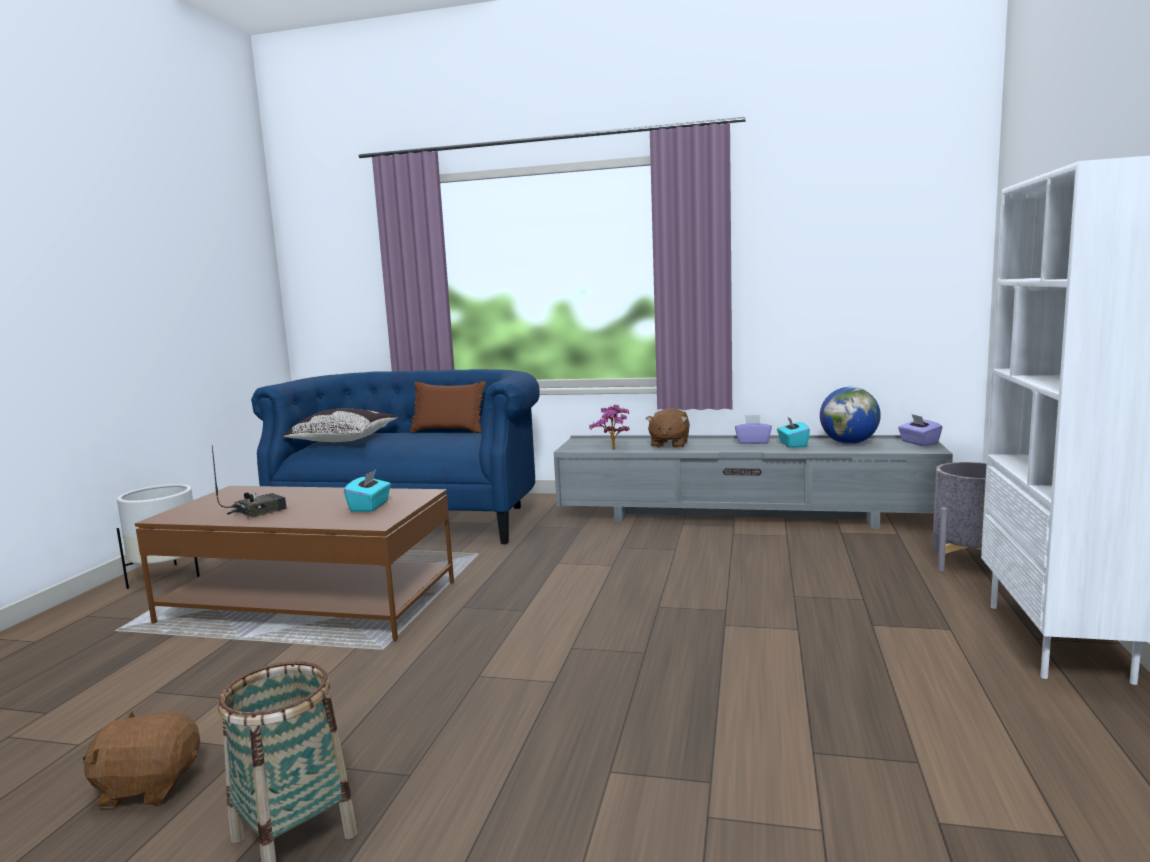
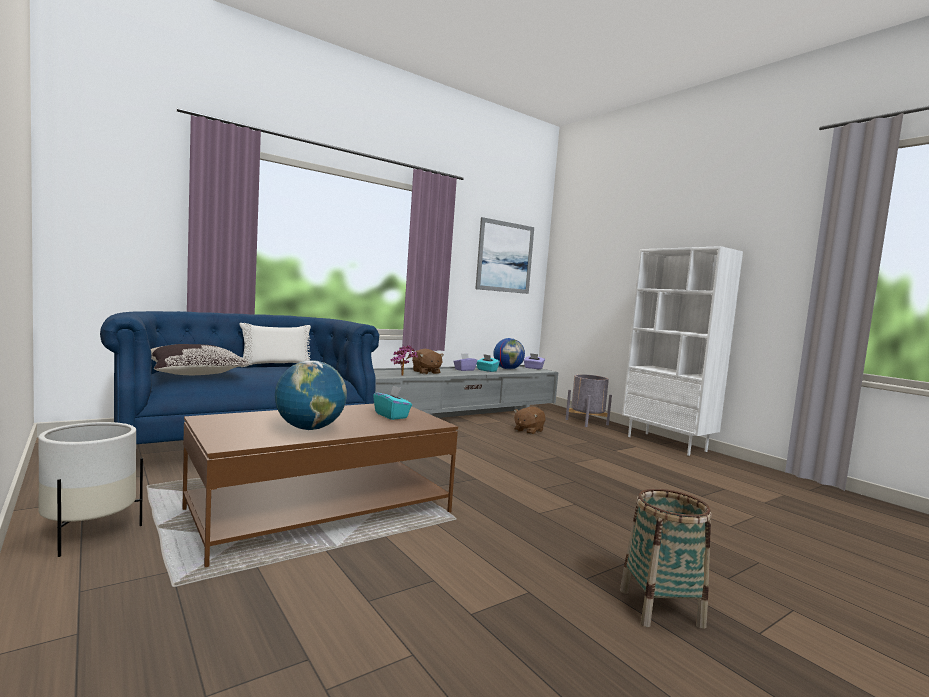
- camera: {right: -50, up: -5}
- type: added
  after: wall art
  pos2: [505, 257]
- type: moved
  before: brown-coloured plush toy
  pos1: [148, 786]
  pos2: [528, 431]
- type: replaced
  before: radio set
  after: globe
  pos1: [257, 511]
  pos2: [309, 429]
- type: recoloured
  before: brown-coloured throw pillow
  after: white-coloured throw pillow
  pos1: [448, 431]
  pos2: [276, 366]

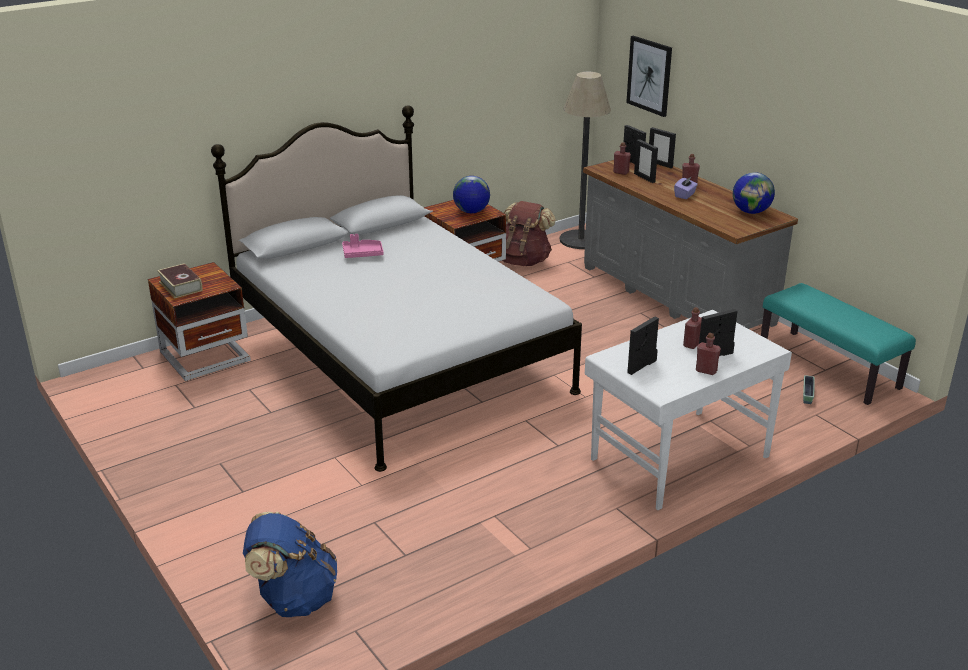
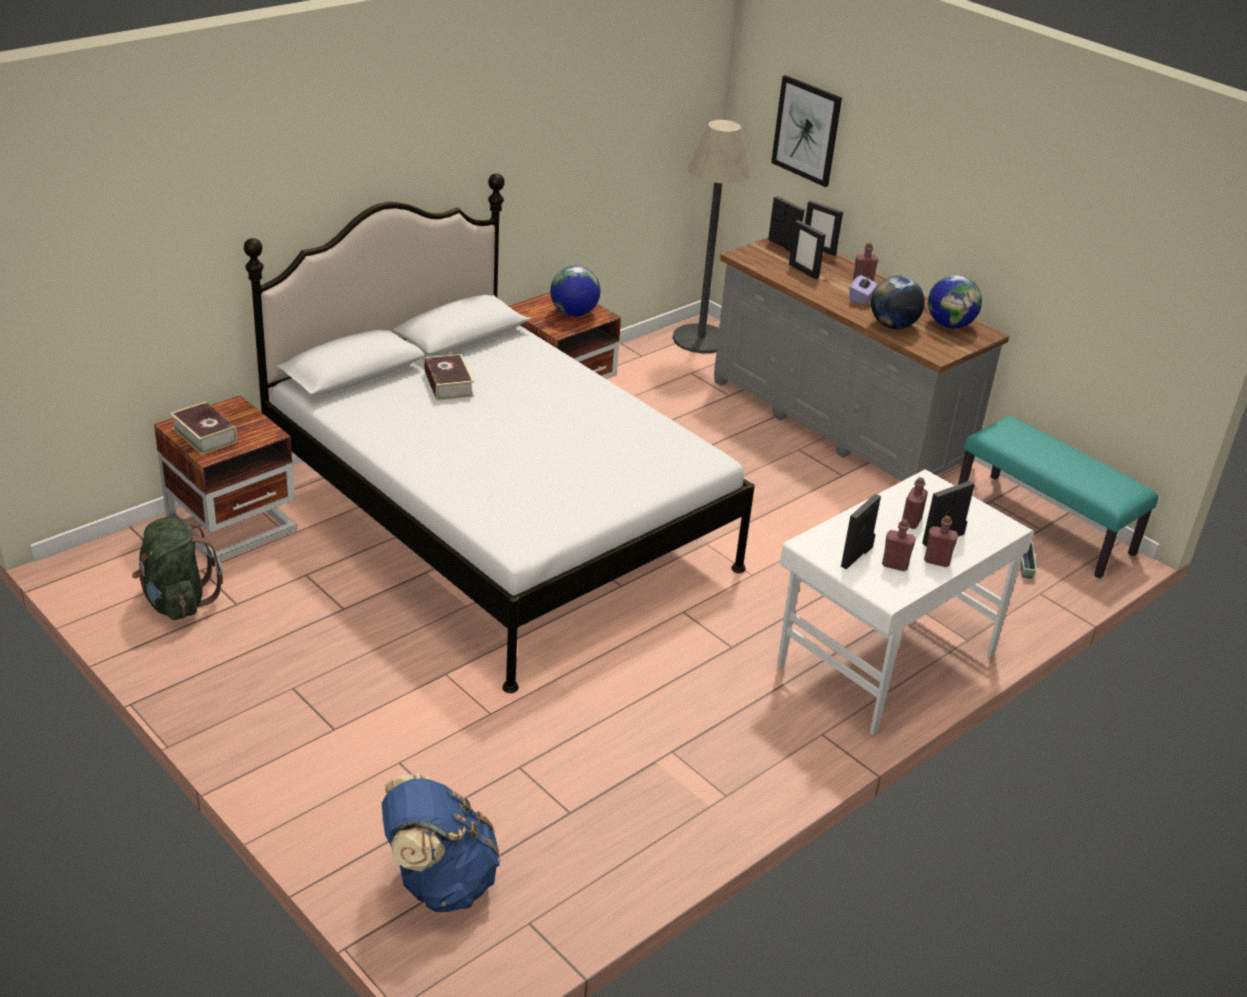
- camera: {right: -10, up: 5}
- type: removed
  before: brown-coloured knapsack
  pos1: [523, 261]
- type: added
  after: greenish knapsack
  pos2: [177, 601]
- type: added
  after: globe
  pos2: [893, 326]
- type: moved
  before: red drink bottle
  pos1: [621, 172]
  pos2: [895, 565]
- type: replaced
  before: pink carrying tray
  after: volume
  pos1: [362, 254]
  pos2: [448, 384]

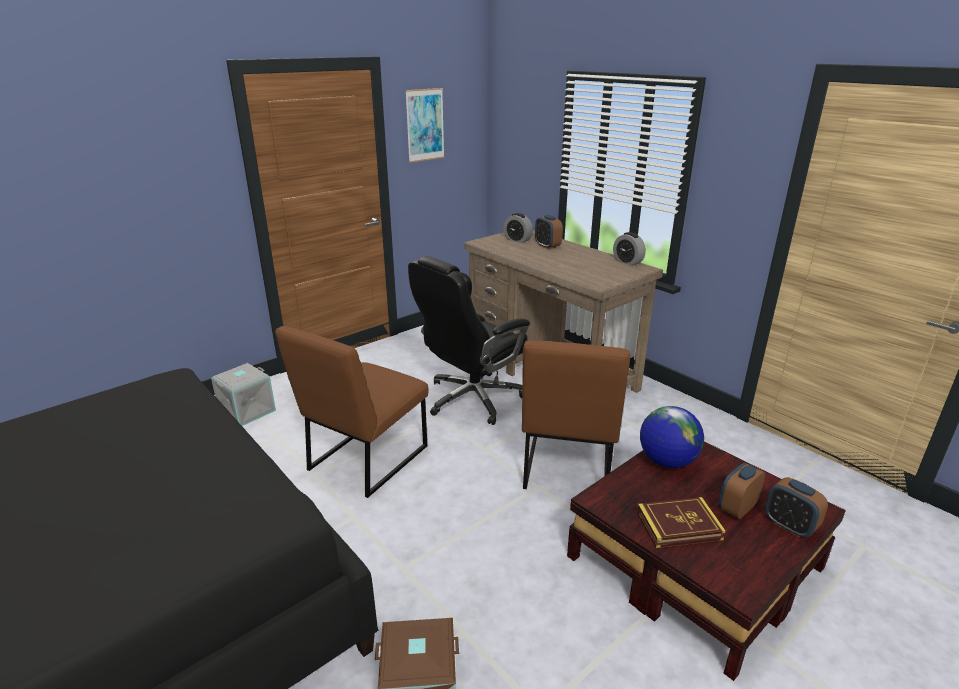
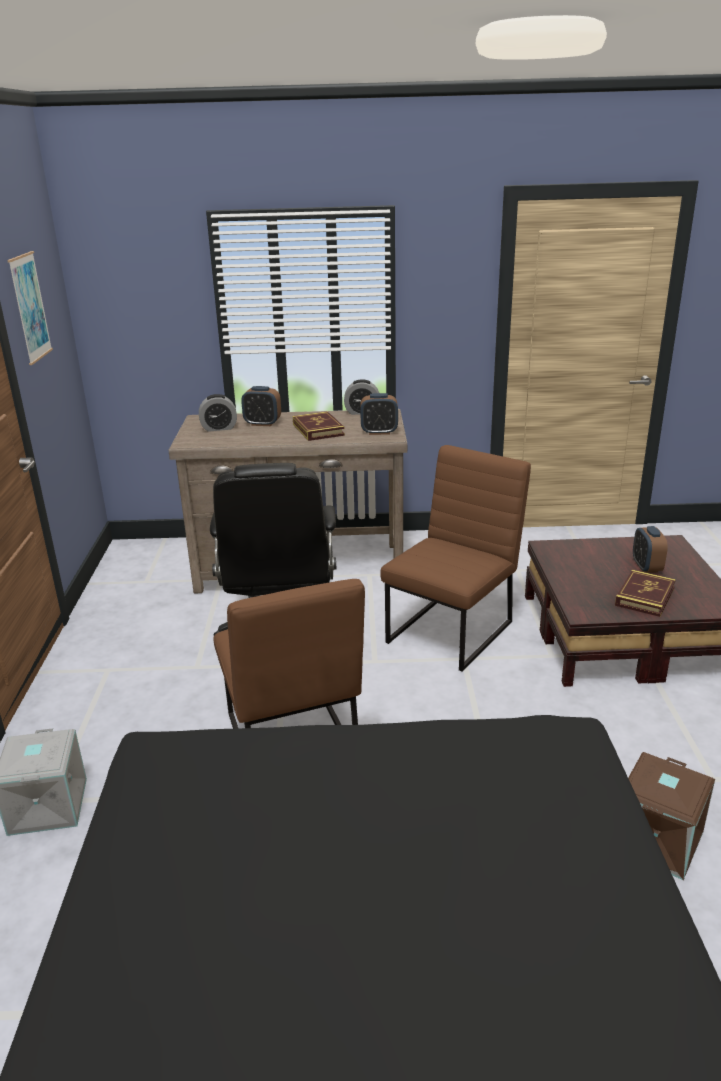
- camera: {right: -50, up: 0}
- type: removed
  before: globe
  pos1: [666, 461]
- type: added
  after: volume
  pos2: [318, 430]
- type: moved
  before: bedside clock
  pos1: [789, 526]
  pos2: [379, 432]
- type: turned
  before: brown-coloured plain chair
  pos1: [567, 465]
  pos2: [453, 630]
  turn: -105

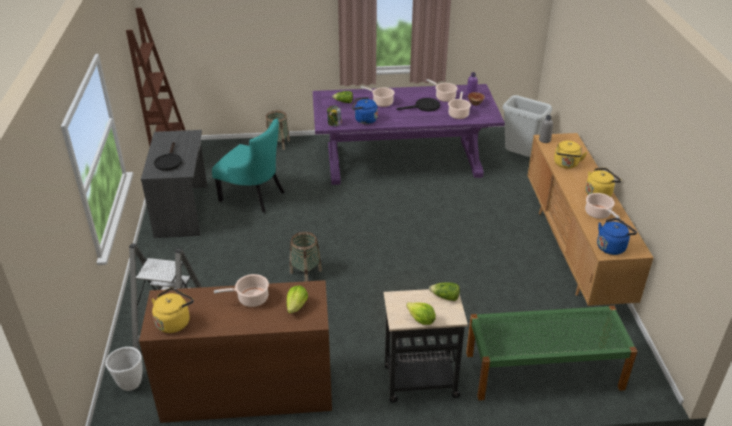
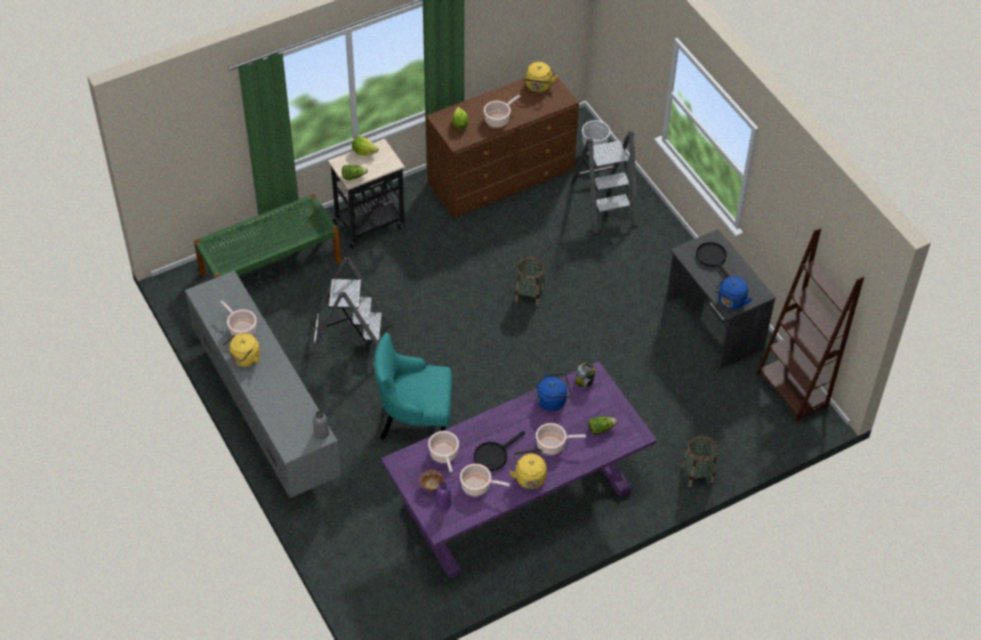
- camera: {right: 155, up: 15}
- type: removed
  before: greyish trash can
  pos1: [520, 157]
- type: added
  after: greyish step ladder
  pos2: [348, 340]
- type: moved
  before: turquoise plain chair
  pos1: [252, 196]
  pos2: [416, 420]
- type: moved
  before: yellow-coloured water kettle
  pos1: [566, 164]
  pos2: [529, 476]
- type: moved
  before: blue water kettle
  pos1: [612, 247]
  pos2: [731, 302]
- type: recoloured
  before: brown-coloured storage cabinet
  after: greyish storage cabinet
  pos1: [574, 251]
  pos2: [265, 414]

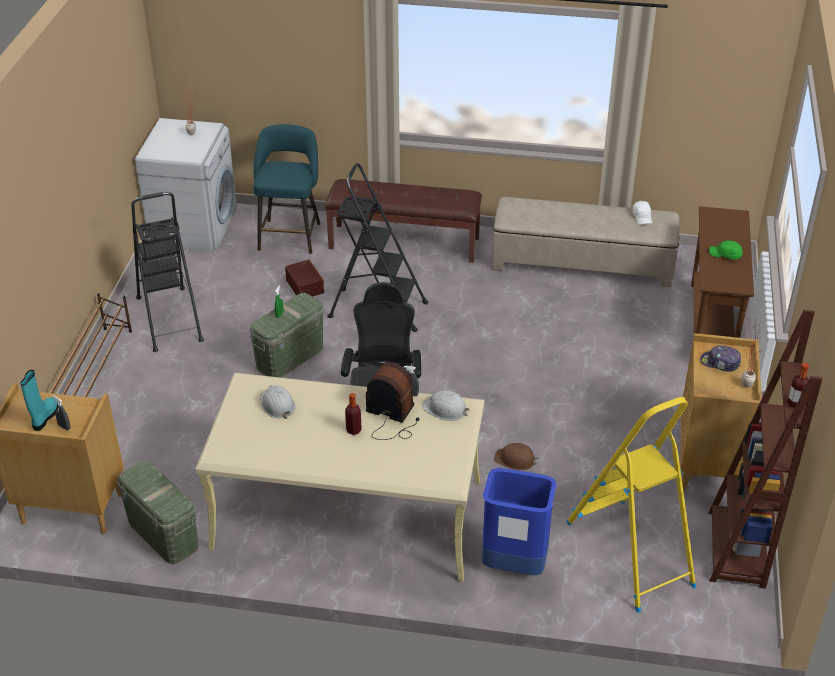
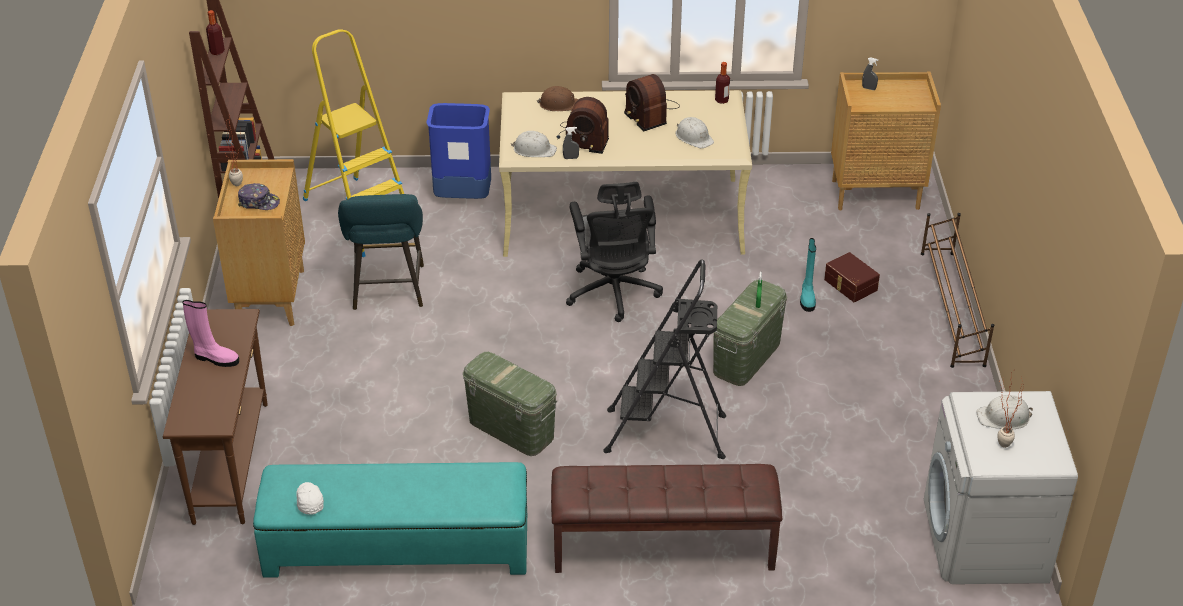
- camera: {right: 170, up: 0}
- type: removed
  before: step ladder
  pos1: [169, 319]
- type: added
  after: radio set
  pos2: [650, 113]
- type: added
  after: white-coloured work helmet
  pos2: [1004, 417]
- type: moved
  before: turquoise tall boot
  pos1: [44, 417]
  pos2: [807, 298]
- type: moved
  before: greenish storage box
  pos1: [163, 534]
  pos2: [510, 429]
- type: moved
  before: turquoise sitting stool
  pos1: [290, 234]
  pos2: [388, 291]
- type: moved
  before: brown-coloured storage box
  pos1: [306, 286]
  pos2: [849, 285]
- type: moved
  before: drink bottle
  pos1: [353, 430]
  pos2: [721, 100]
- type: moved
  before: brown-coloured work helmet
  pos1: [515, 460]
  pos2: [559, 104]
- type: replaced
  before: greenish baseball cap
  after: pink tall boot
  pos1: [725, 255]
  pos2: [215, 359]
- type: recoloured
  before: sand-coloured bench
  after: turquoise bench
  pos1: [583, 262]
  pos2: [396, 546]

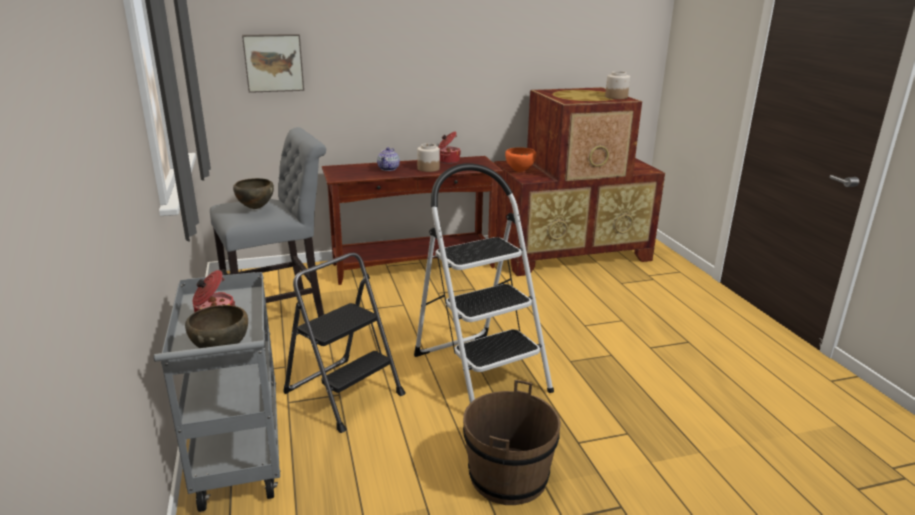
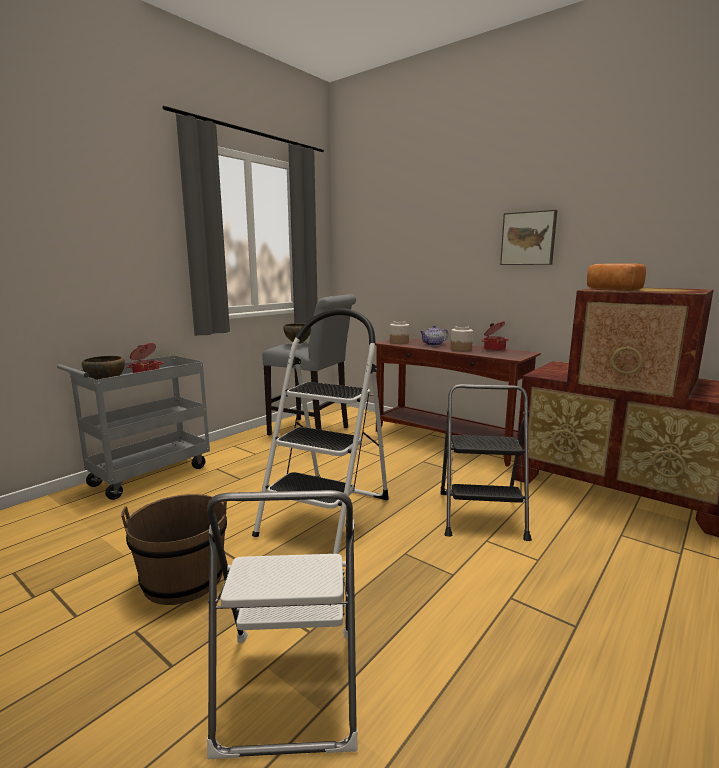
- camera: {right: 55, up: -10}
- type: removed
  before: orangey bowl
  pos1: [519, 171]
- type: added
  after: white-coloured step ladder
  pos2: [288, 692]
- type: added
  after: baked bread
  pos2: [611, 289]
- type: moved
  before: wall art
  pos1: [273, 62]
  pos2: [528, 238]
- type: moved
  before: blackish step ladder
  pos1: [341, 391]
  pos2: [481, 512]
- type: moved
  before: preserve jar
  pos1: [616, 97]
  pos2: [398, 342]

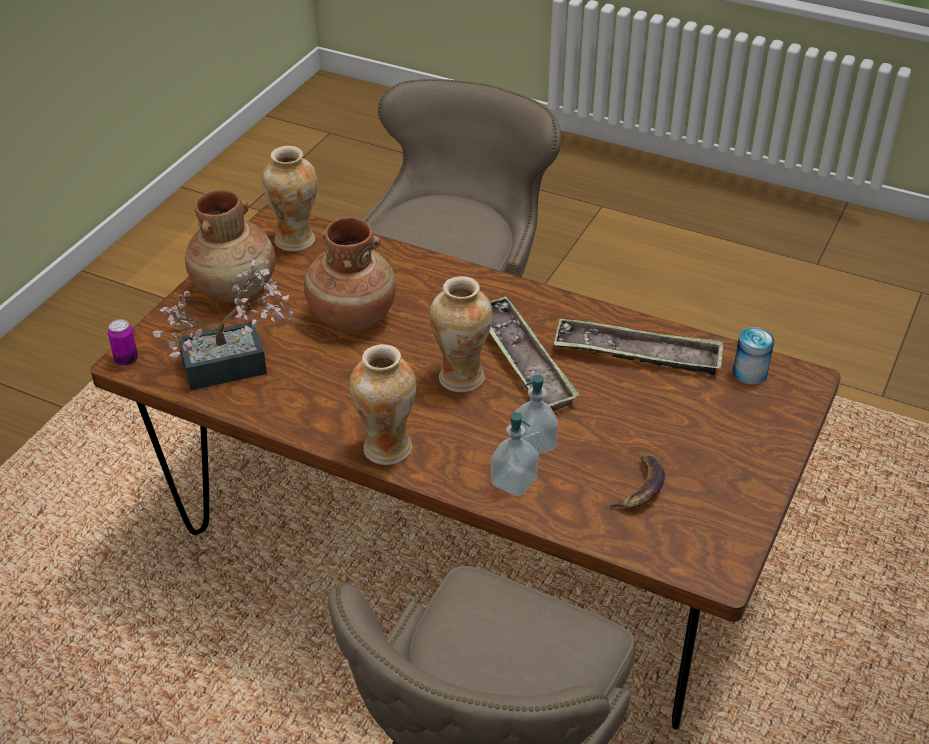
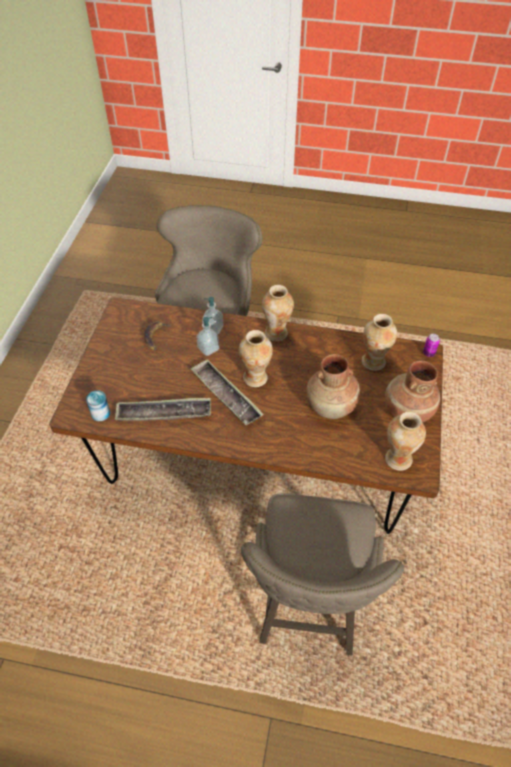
- camera: {right: 165, up: 10}
- type: replaced
  before: potted plant
  after: vase
  pos1: [235, 364]
  pos2: [373, 362]

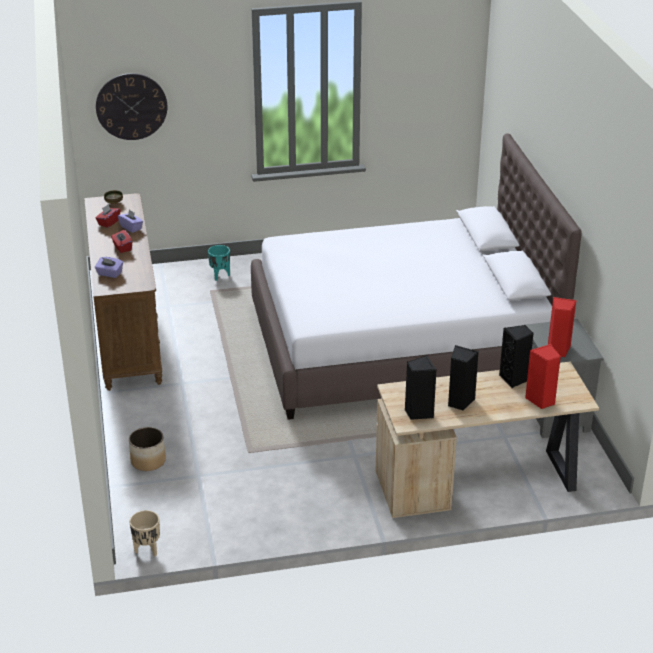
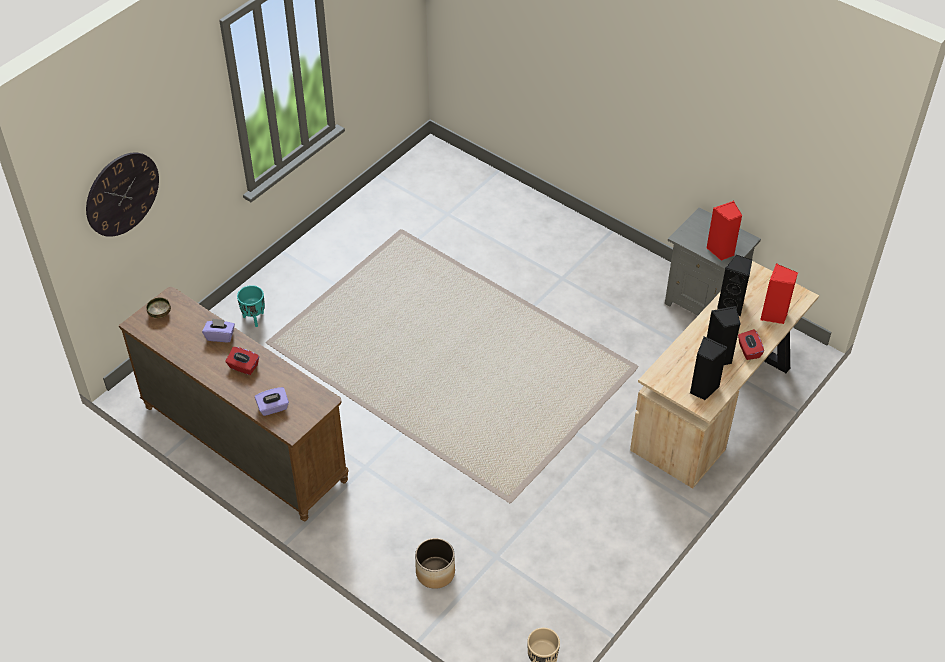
- camera: {right: -40, up: 15}
- type: removed
  before: white-coloured bed
  pos1: [401, 345]
- type: moved
  before: red tissue box
  pos1: [108, 222]
  pos2: [748, 351]

